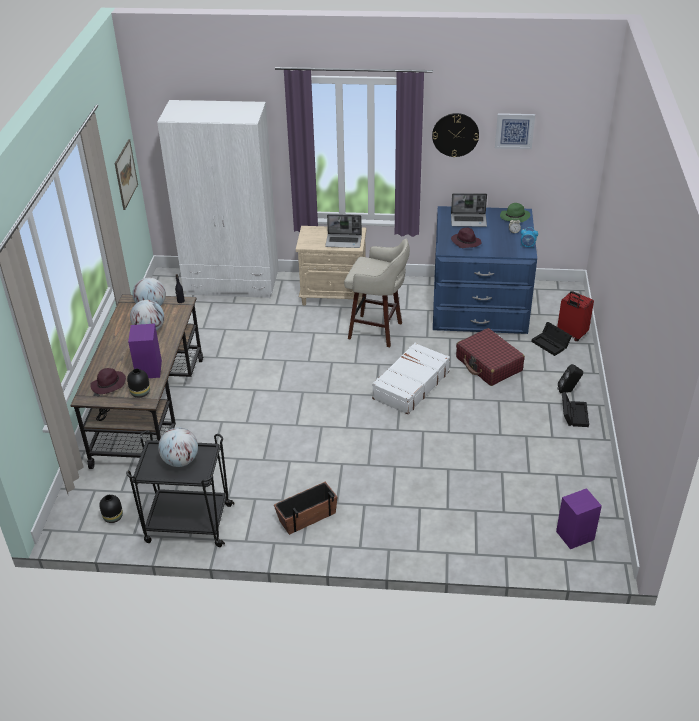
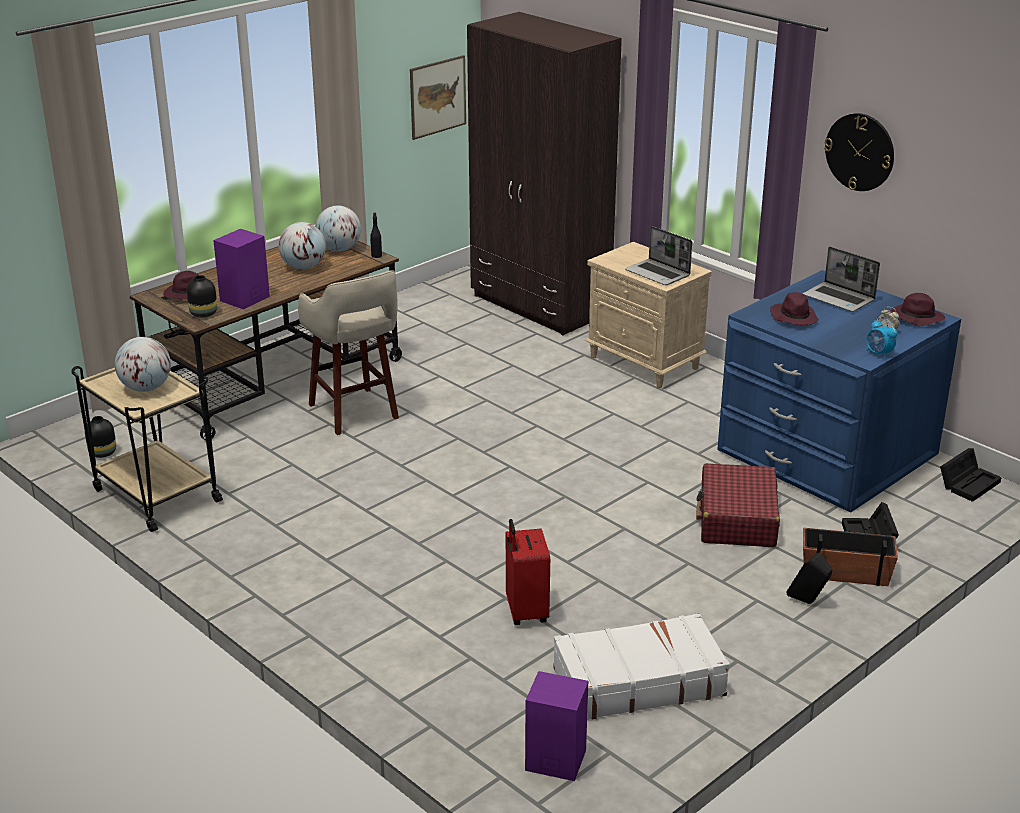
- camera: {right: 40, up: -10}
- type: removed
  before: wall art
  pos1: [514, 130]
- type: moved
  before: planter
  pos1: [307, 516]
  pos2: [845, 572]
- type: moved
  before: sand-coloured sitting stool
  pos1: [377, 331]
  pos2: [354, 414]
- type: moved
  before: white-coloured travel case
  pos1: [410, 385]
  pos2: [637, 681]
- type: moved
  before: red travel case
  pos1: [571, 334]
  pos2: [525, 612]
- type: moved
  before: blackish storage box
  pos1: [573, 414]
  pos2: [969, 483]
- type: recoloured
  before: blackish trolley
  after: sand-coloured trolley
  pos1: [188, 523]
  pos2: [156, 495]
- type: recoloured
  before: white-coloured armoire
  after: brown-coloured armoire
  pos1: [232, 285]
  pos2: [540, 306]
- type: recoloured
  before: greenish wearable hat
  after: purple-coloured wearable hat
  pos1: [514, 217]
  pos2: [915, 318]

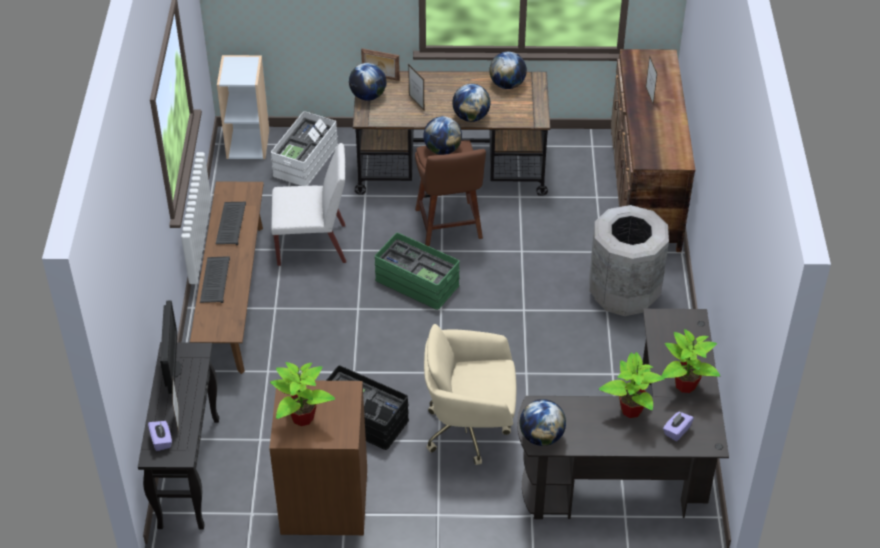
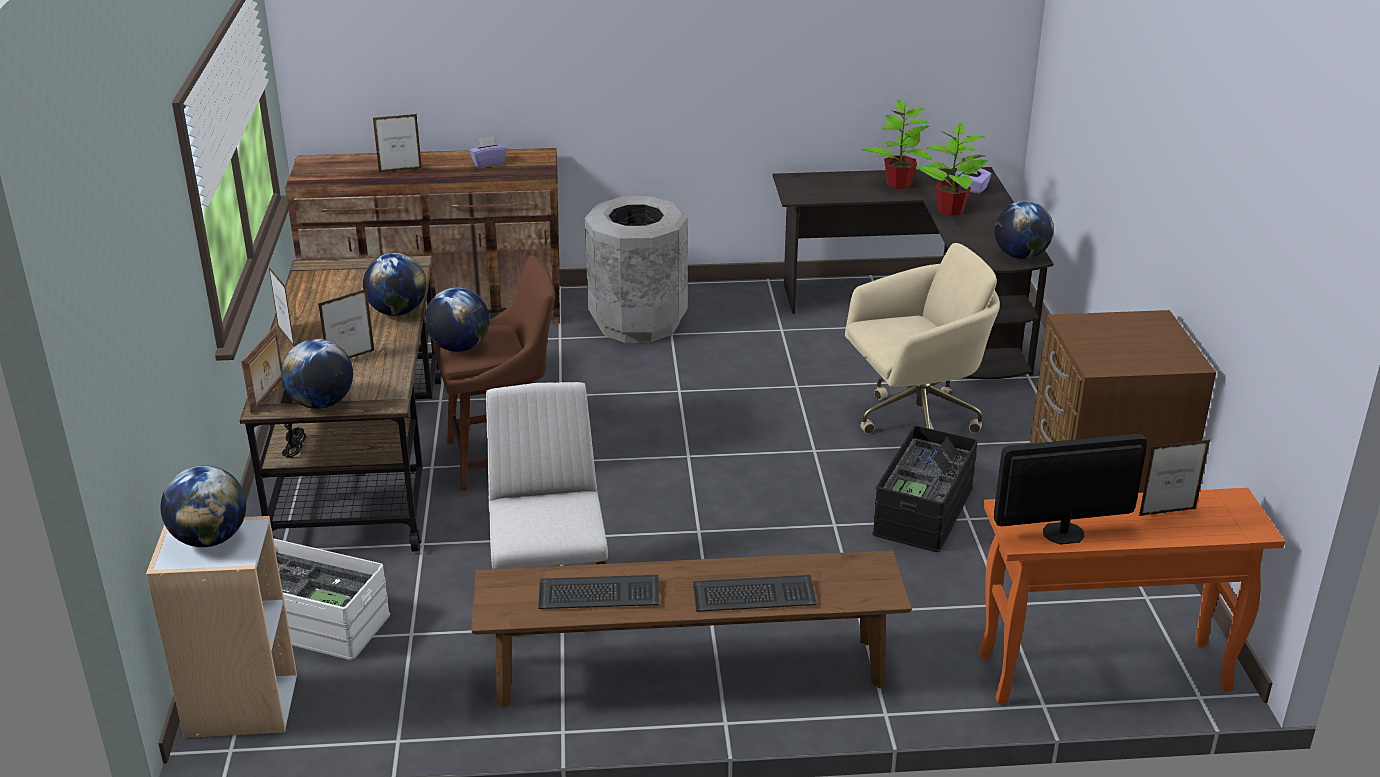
- camera: {right: -95, up: -15}
- type: removed
  before: potted plant
  pos1: [302, 417]
- type: removed
  before: greenish storage box
  pos1: [416, 283]
- type: added
  after: standing frame
  pos2: [286, 337]
- type: moved
  before: purple-coloured tissue box
  pos1: [161, 441]
  pos2: [488, 163]
- type: moved
  before: globe
  pos1: [507, 84]
  pos2: [210, 539]
- type: recoloured
  before: blackish narrow table
  after: orangey narrow table
  pos1: [189, 471]
  pos2: [1101, 673]
- type: turned
  before: sand-coloured office chair
  pos1: [470, 431]
  pos2: [913, 423]
  turn: -105

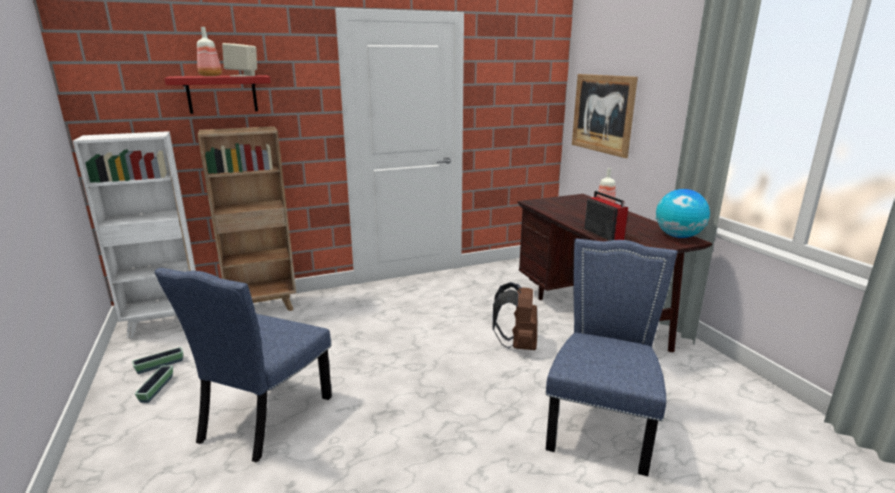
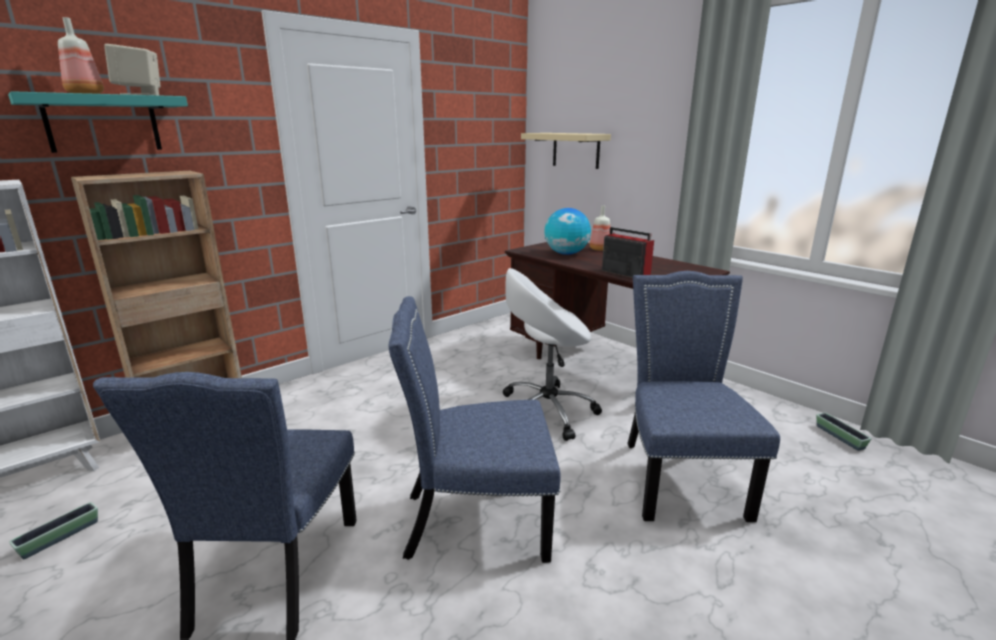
- camera: {right: -20, up: 0}
- type: added
  after: blue plain chair
  pos2: [479, 522]
- type: moved
  before: planter
  pos1: [156, 389]
  pos2: [839, 437]
- type: moved
  before: globe
  pos1: [678, 236]
  pos2: [566, 254]
- type: replaced
  before: brown-coloured knapsack
  after: white-coloured office chair
  pos1: [517, 345]
  pos2: [544, 411]
- type: replaced
  before: wall art
  after: sand-coloured bracket shelf
  pos1: [602, 114]
  pos2: [576, 150]
- type: recoloured
  before: red bracket shelf
  after: turquoise bracket shelf
  pos1: [222, 94]
  pos2: [103, 124]

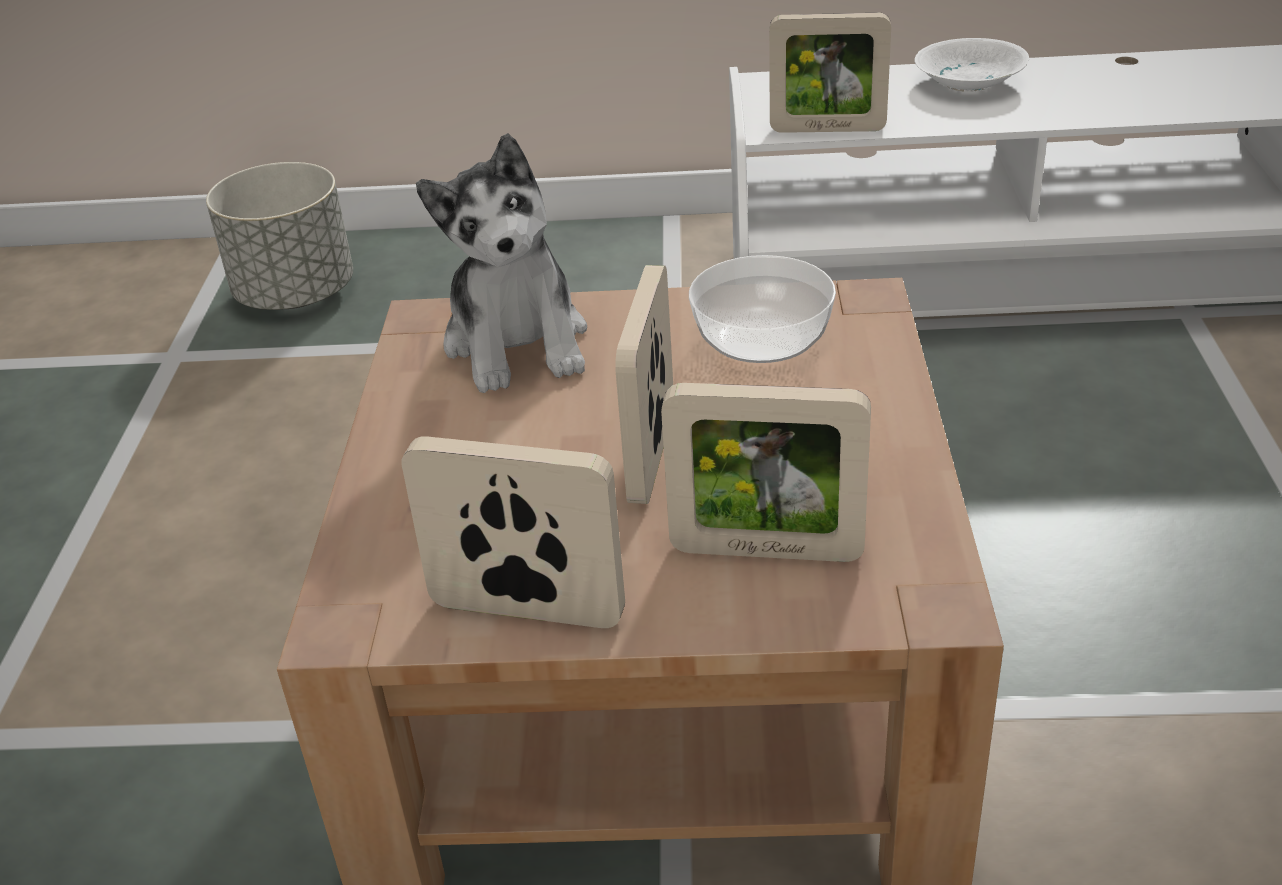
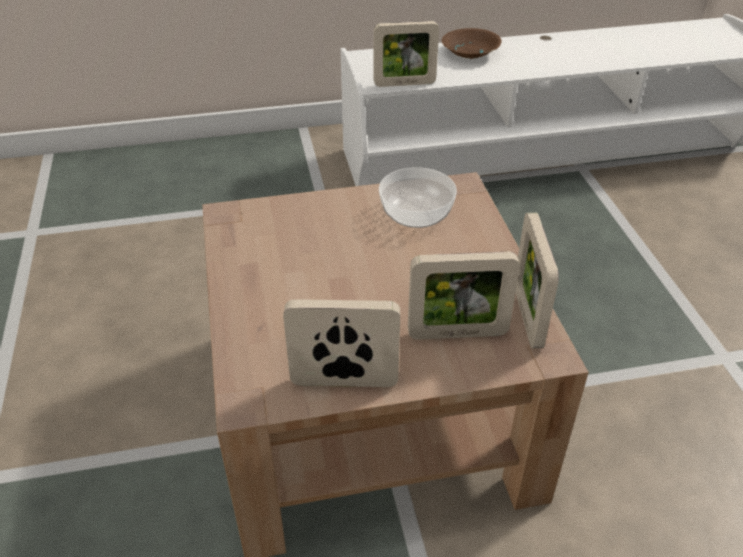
- camera: {right: -15, up: 5}
- type: removed
  before: greyish planter
  pos1: [296, 294]
- type: removed
  before: plush toy
  pos1: [518, 342]
- type: moved
  before: standing frame
  pos1: [652, 455]
  pos2: [527, 316]
- type: recoloured
  before: white-coloured bowl
  after: brown-coloured bowl
  pos1: [969, 84]
  pos2: [470, 54]

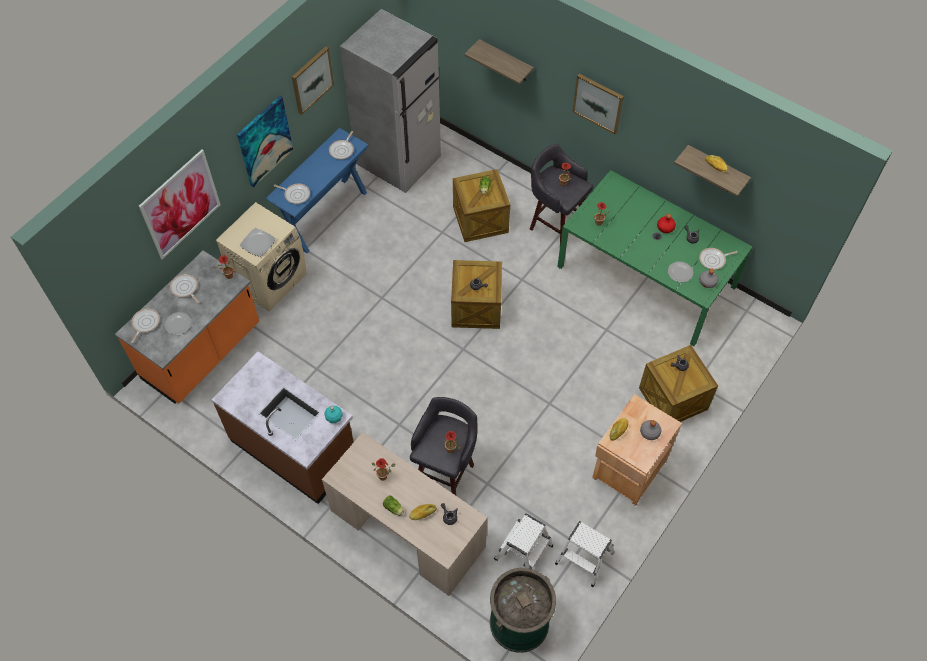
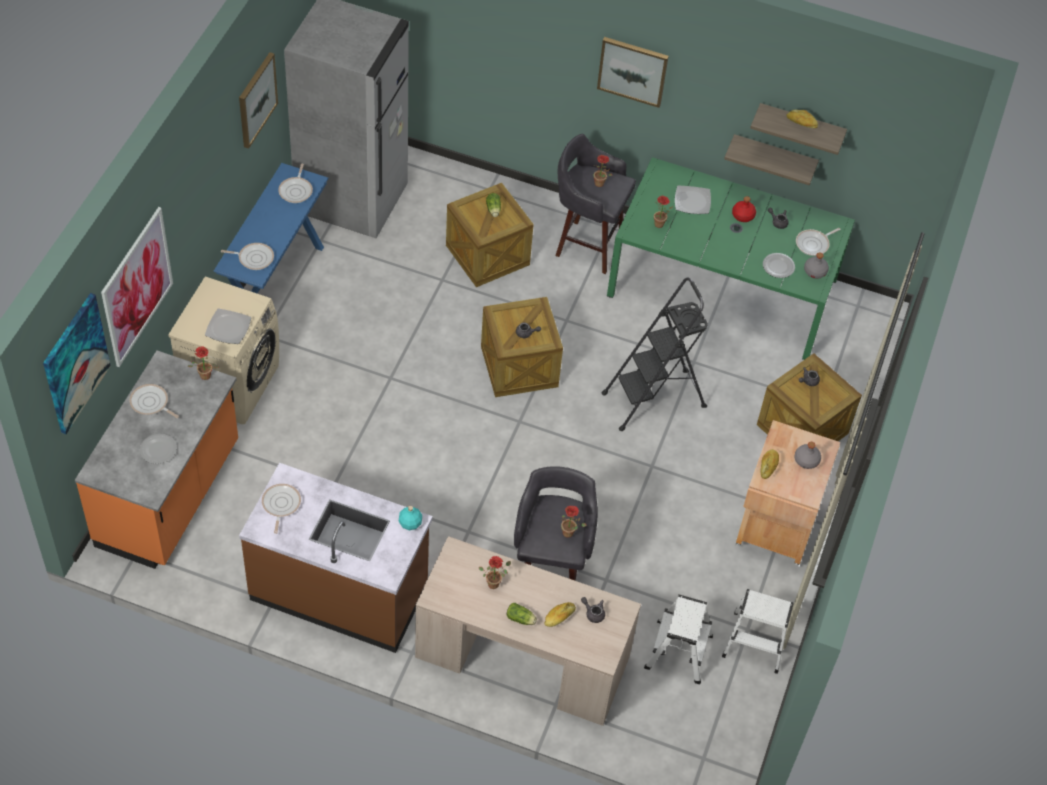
- camera: {right: -20, up: -5}
- type: removed
  before: greenish trash can
  pos1: [519, 622]
- type: added
  after: step ladder
  pos2: [655, 399]
- type: added
  after: dinner plate
  pos2: [692, 201]
- type: moved
  before: pan
  pos1: [145, 323]
  pos2: [280, 505]
- type: moved
  before: wall art
  pos1: [264, 141]
  pos2: [75, 363]
- type: moved
  before: bracket shelf
  pos1: [505, 61]
  pos2: [773, 157]

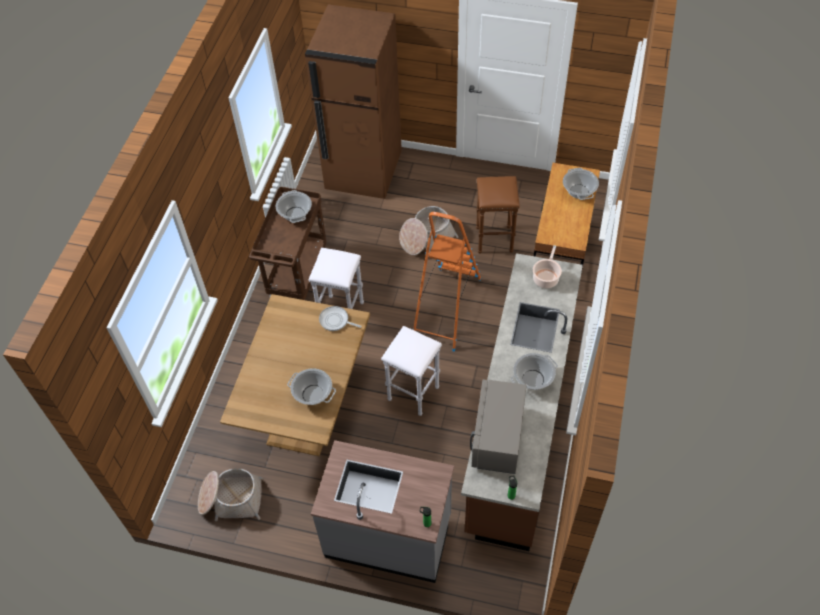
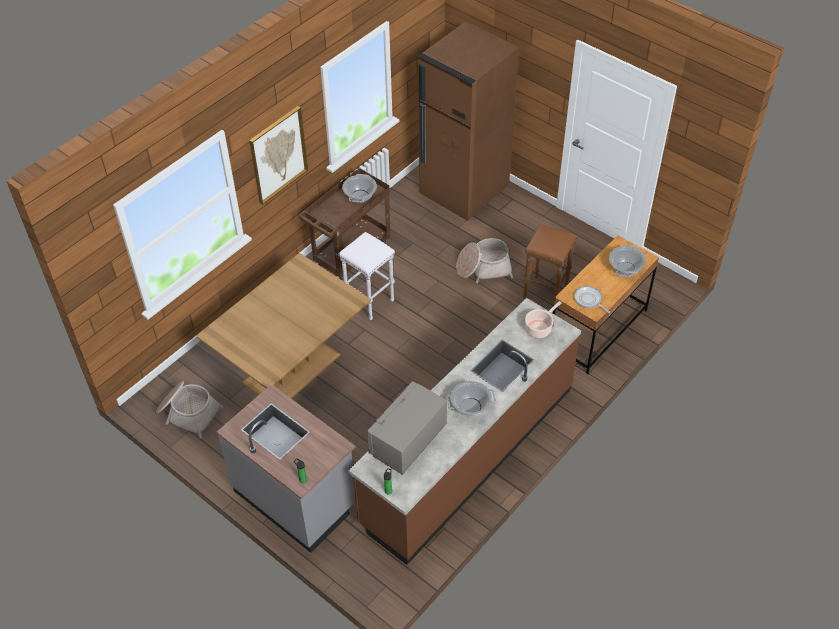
- camera: {right: 25, up: -5}
- type: removed
  before: cooking pot
  pos1: [312, 394]
- type: removed
  before: white-coloured sitting stool
  pos1: [413, 394]
- type: removed
  before: orangey step ladder
  pos1: [447, 308]
- type: added
  after: wall art
  pos2: [278, 155]
- type: moved
  before: pan
  pos1: [336, 321]
  pos2: [589, 300]

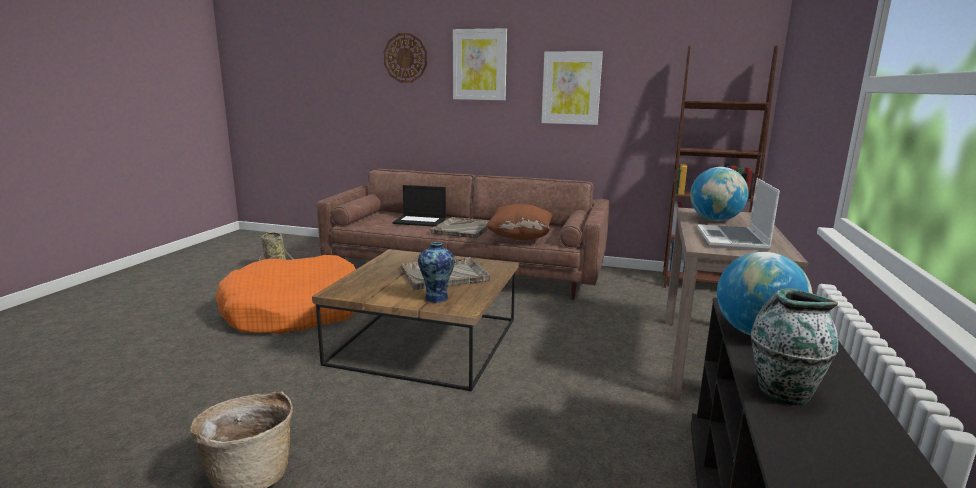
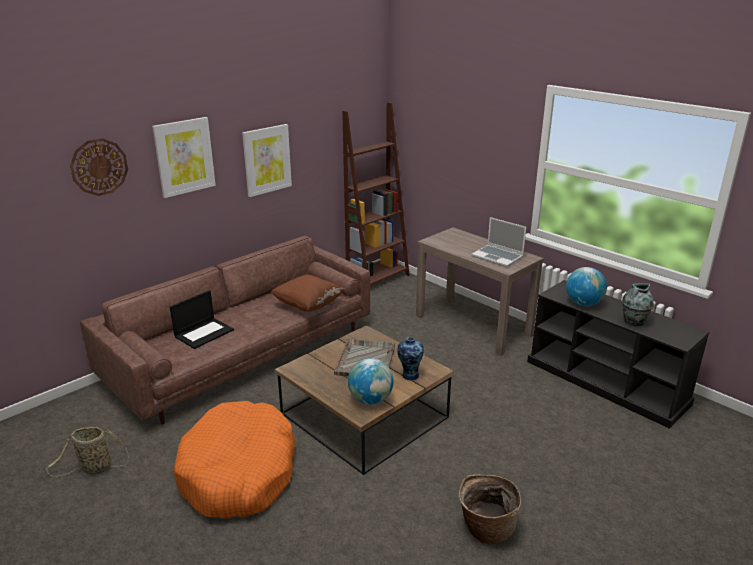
- camera: {right: -60, up: 10}
- type: removed
  before: greyish carrying tray
  pos1: [463, 229]
- type: moved
  before: globe
  pos1: [715, 220]
  pos2: [370, 399]

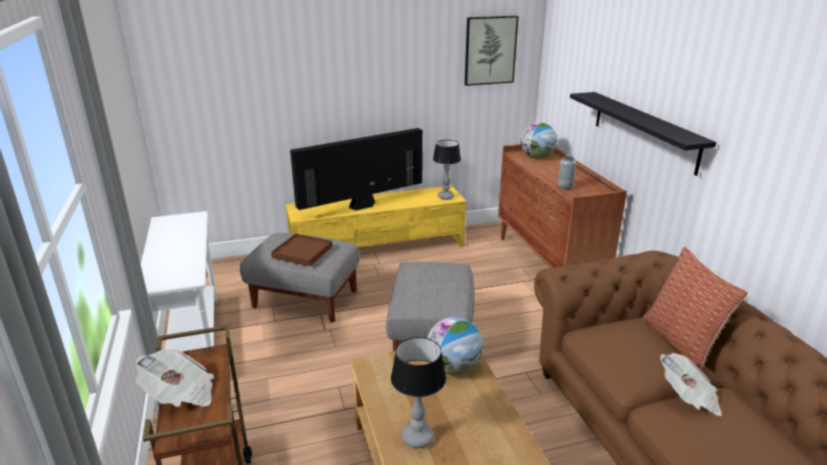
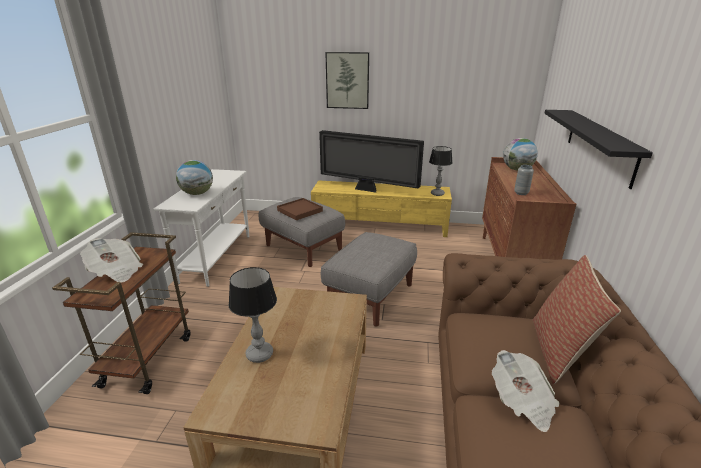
- camera: {right: 25, up: 0}
- type: moved
  before: globe
  pos1: [453, 368]
  pos2: [197, 193]
- type: moved
  before: wall art
  pos1: [490, 50]
  pos2: [347, 80]
- type: turned
  before: TV set
  pos1: [361, 206]
  pos2: [368, 190]
  turn: -150

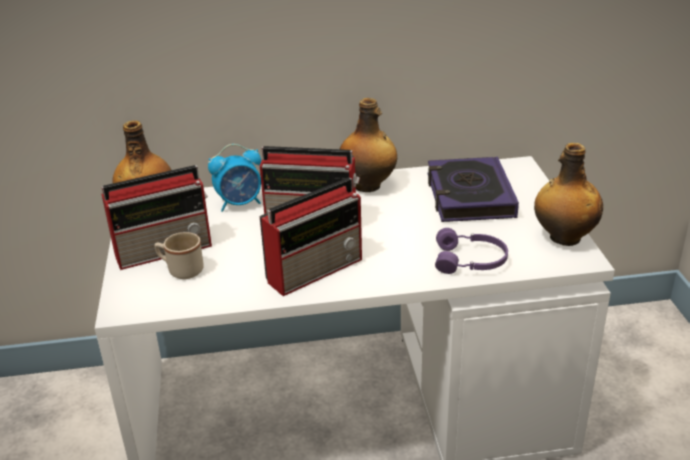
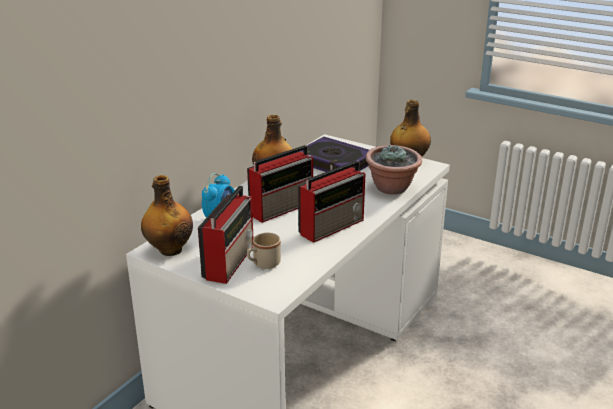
- camera: {right: -50, up: -5}
- type: replaced
  before: purple-coloured headphones
  after: potted plant
  pos1: [470, 261]
  pos2: [392, 188]
- type: turned
  before: radio set
  pos1: [316, 269]
  pos2: [333, 226]
  turn: 45

